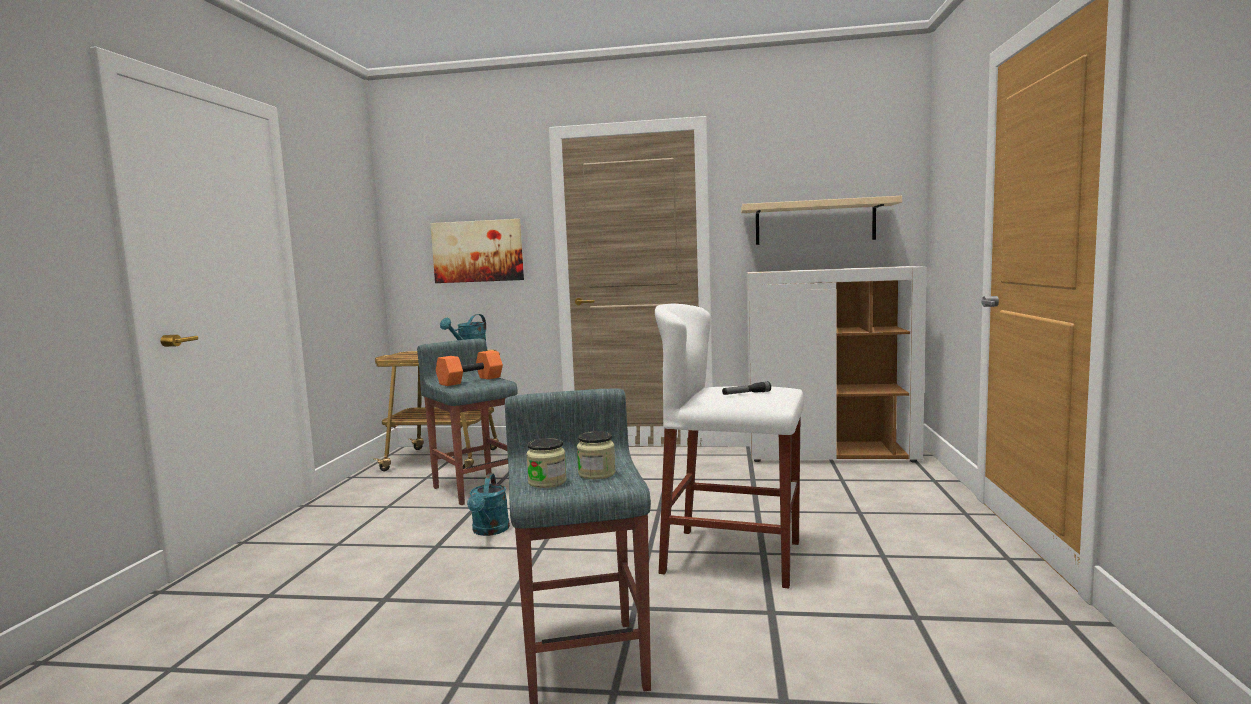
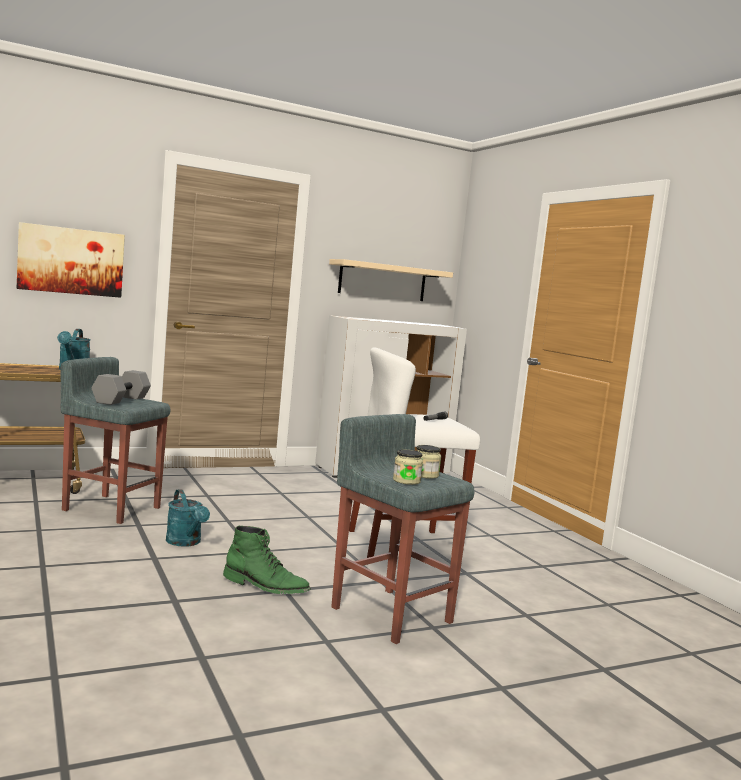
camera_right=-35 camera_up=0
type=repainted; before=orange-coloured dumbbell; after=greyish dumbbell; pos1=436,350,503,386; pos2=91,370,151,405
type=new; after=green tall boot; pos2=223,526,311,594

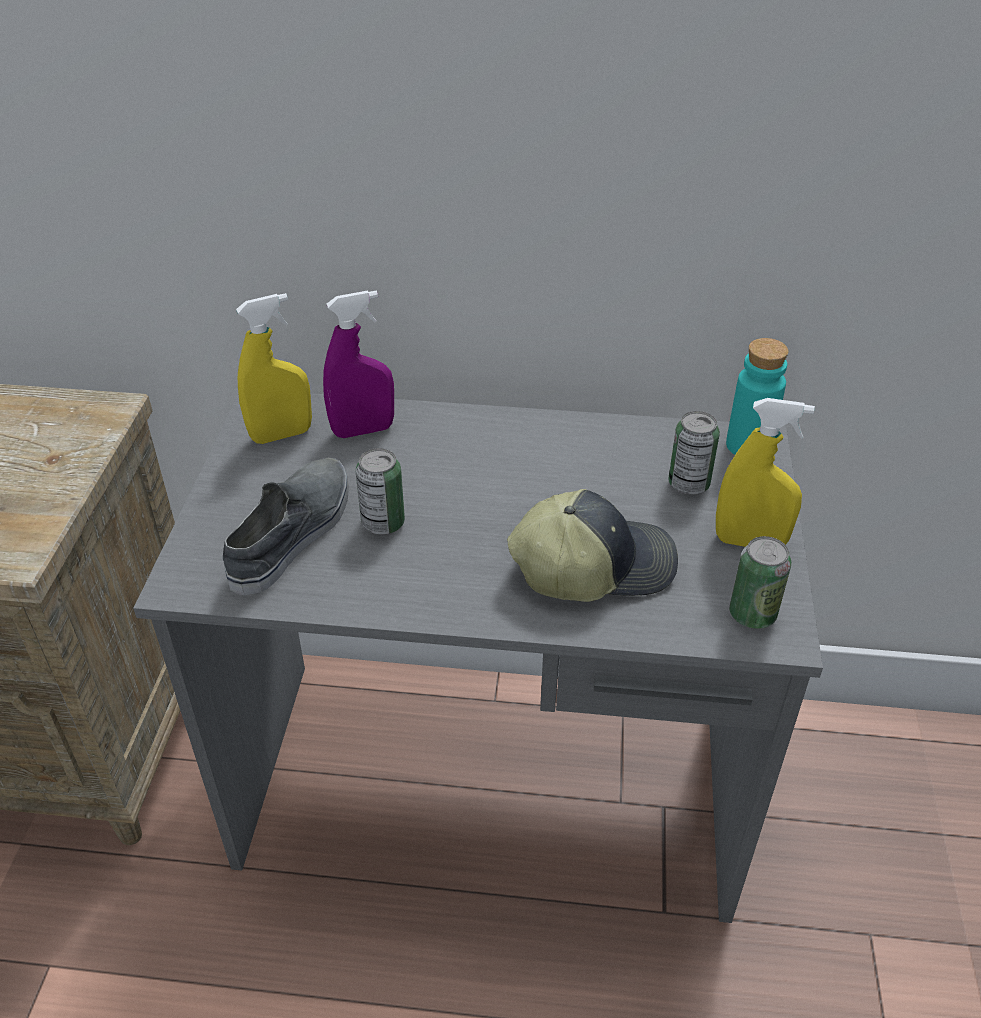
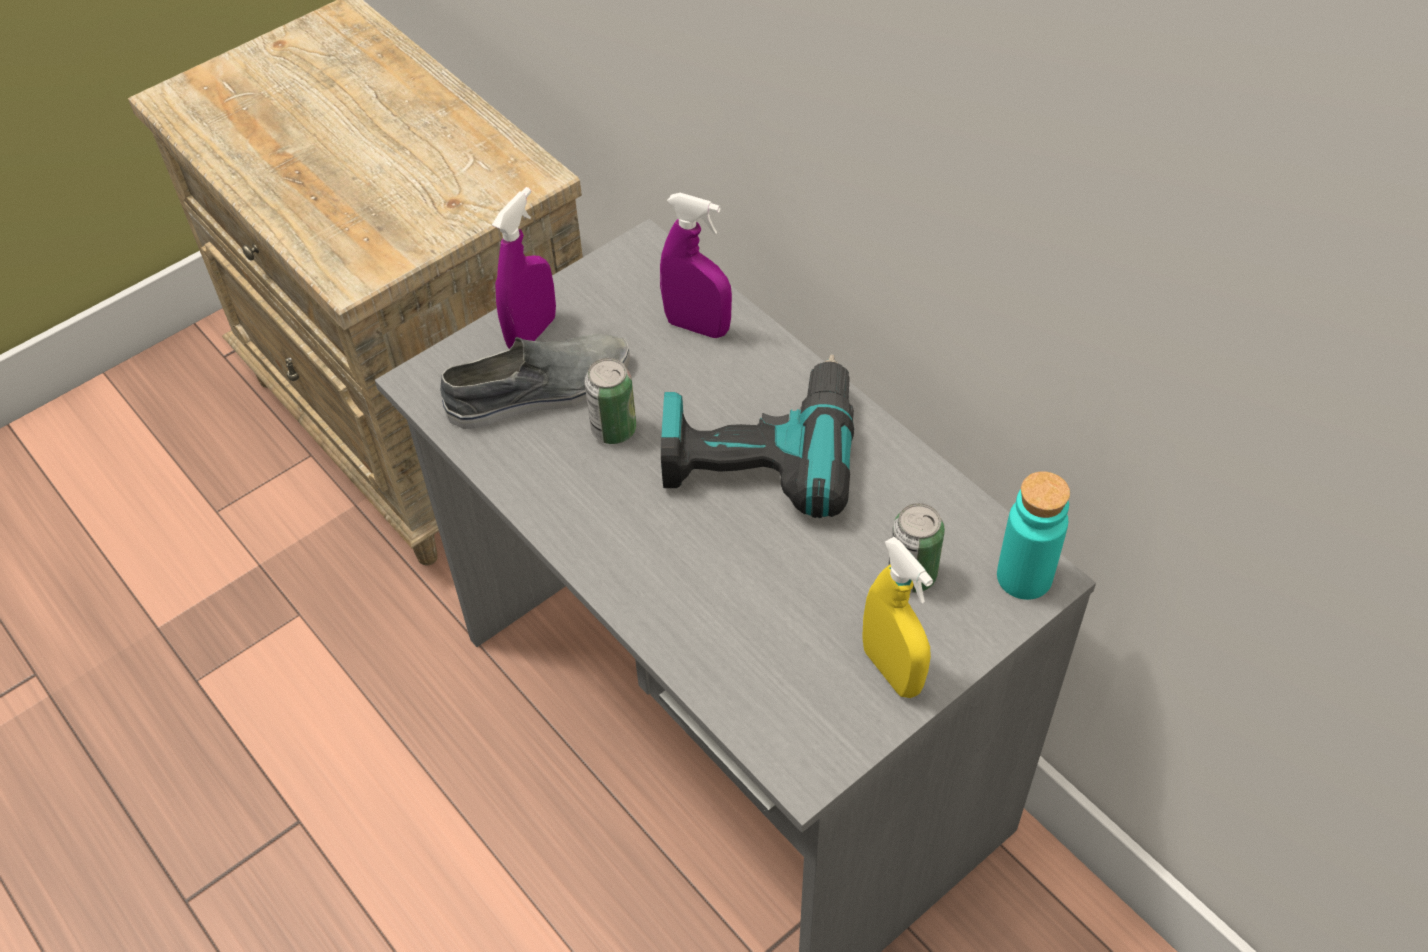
camera_right=45 camera_up=10
type=new; after=purplish spray bottle; pos2=492,187,556,349
type=new; after=electric drill; pos2=661,354,854,518
type=gone; before=yellowish spray bottle; pos1=236,293,312,444
type=gone; before=baseball cap; pos1=507,489,678,602
type=gone; before=can; pos1=729,536,791,629

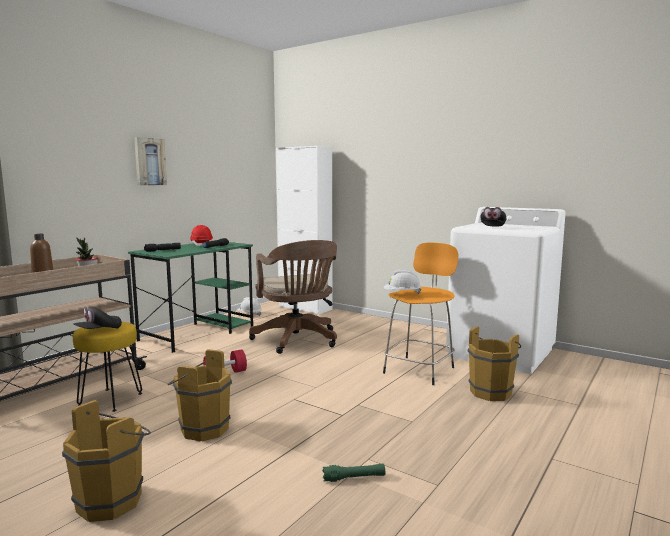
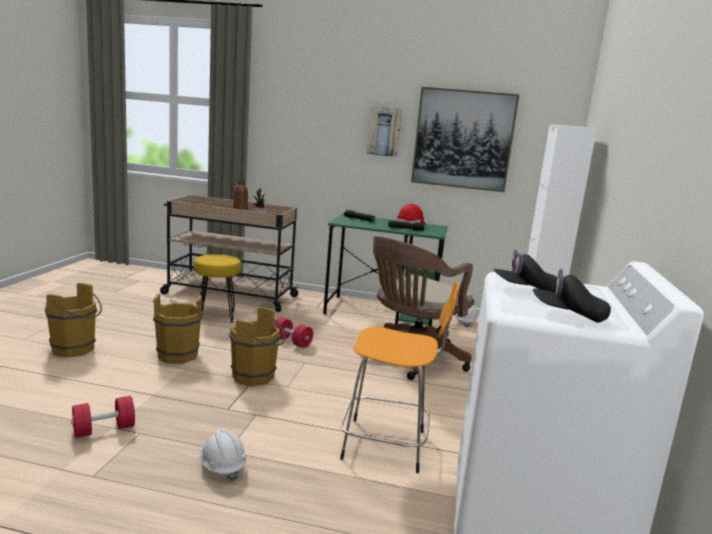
camera_right=65 camera_up=5
type=swapped; before=green torch; after=red dumbbell; pos1=322,464,385,482; pos2=71,396,135,438
type=shifted; before=white-coloured hard hat; pos1=384,269,421,294; pos2=199,428,247,482
type=shifted; before=brown bucket; pos1=468,326,521,401; pos2=229,307,285,386
type=new; after=picture; pos2=411,87,519,192
type=shifted; before=black baseball cap; pos1=73,307,122,329; pos2=533,269,611,323

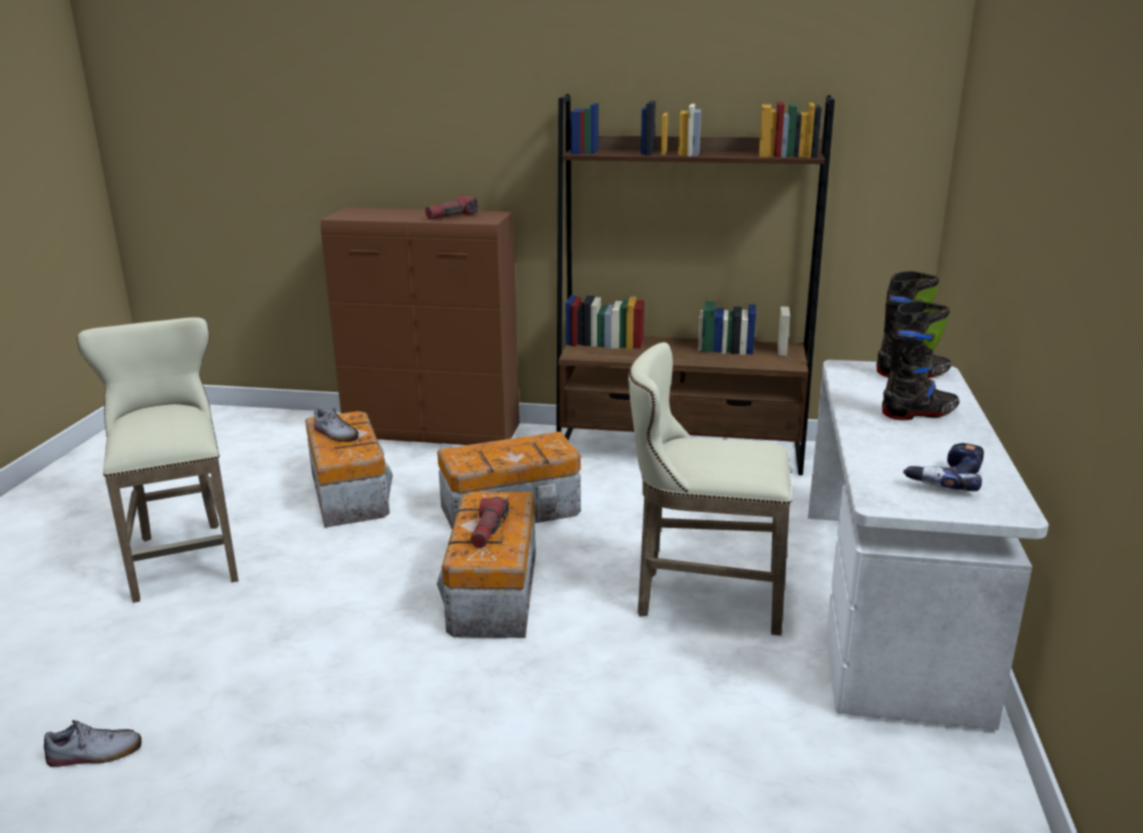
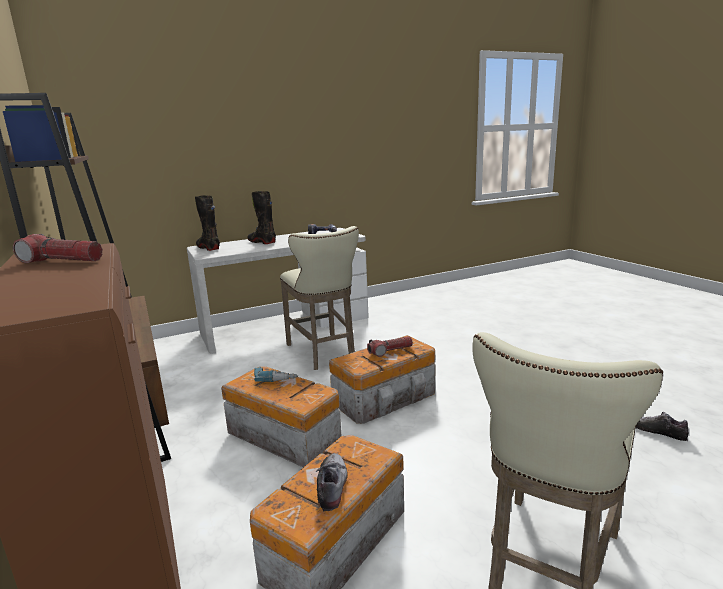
camera_right=-125 camera_up=-5
type=new; after=electric drill; pos2=254,366,298,382

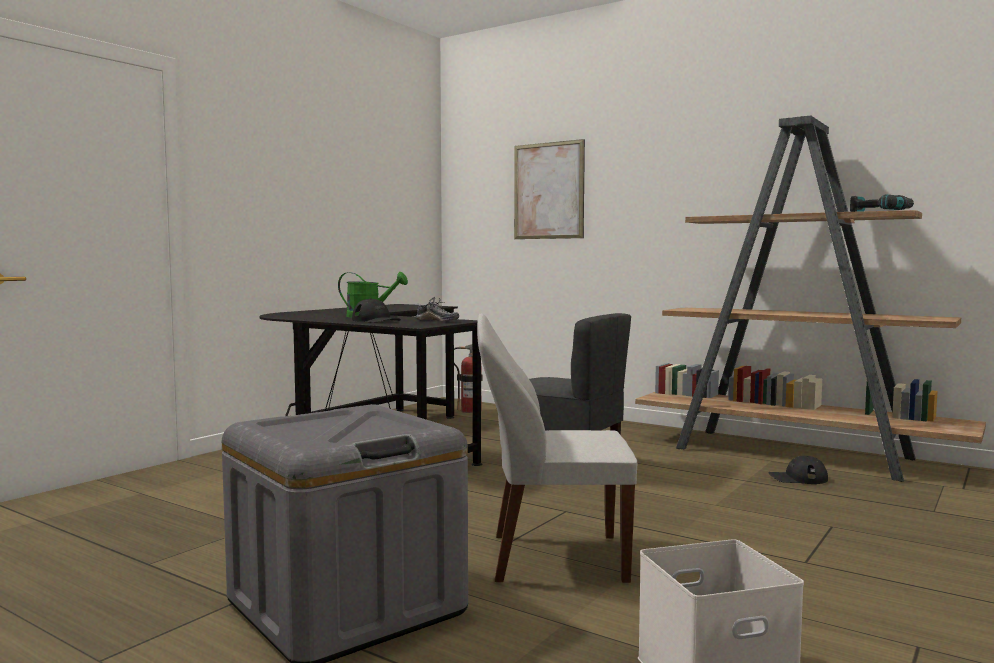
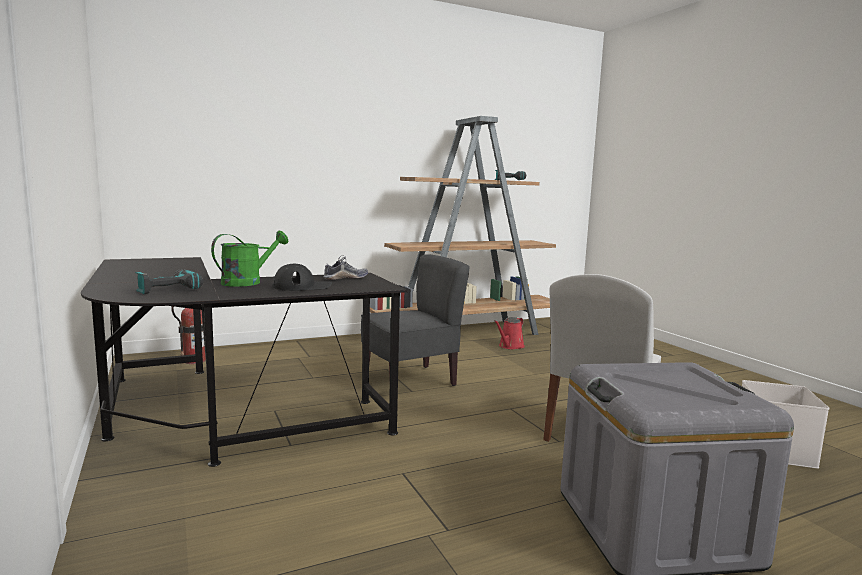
camera_right=-60 camera_up=5
type=new; after=electric drill; pos2=135,269,203,294
type=swapped; before=black baseball cap; after=red sprinkling can; pos1=768,456,828,484; pos2=494,317,525,349
type=gone; before=picture; pos1=514,139,585,239

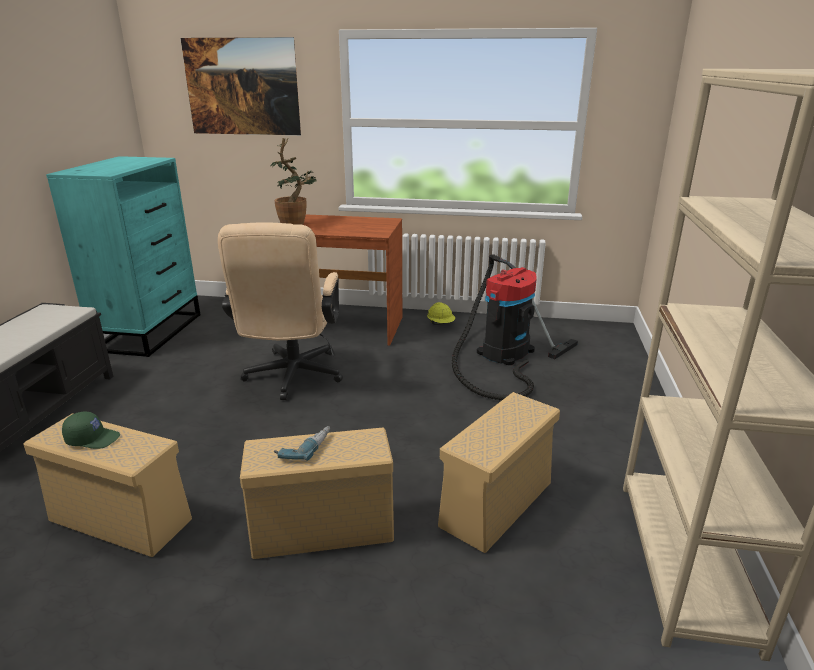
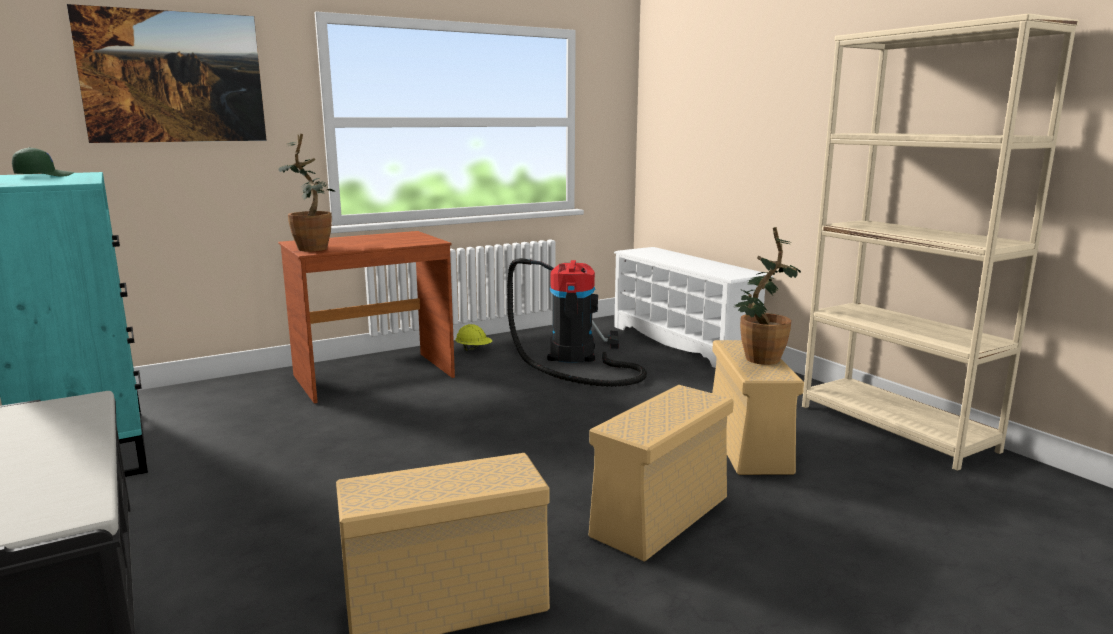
camera_right=-40 camera_up=-10
type=shifted; before=green baseball cap; pos1=62,412,120,449; pos2=12,147,74,176
type=new; after=white-coloured shoe shelf; pos2=614,247,773,368
type=new; after=potted plant; pos2=734,227,801,365
type=gone; before=beige-coloured desk chair; pos1=218,222,343,400
type=gone; before=electric drill; pos1=274,426,330,461

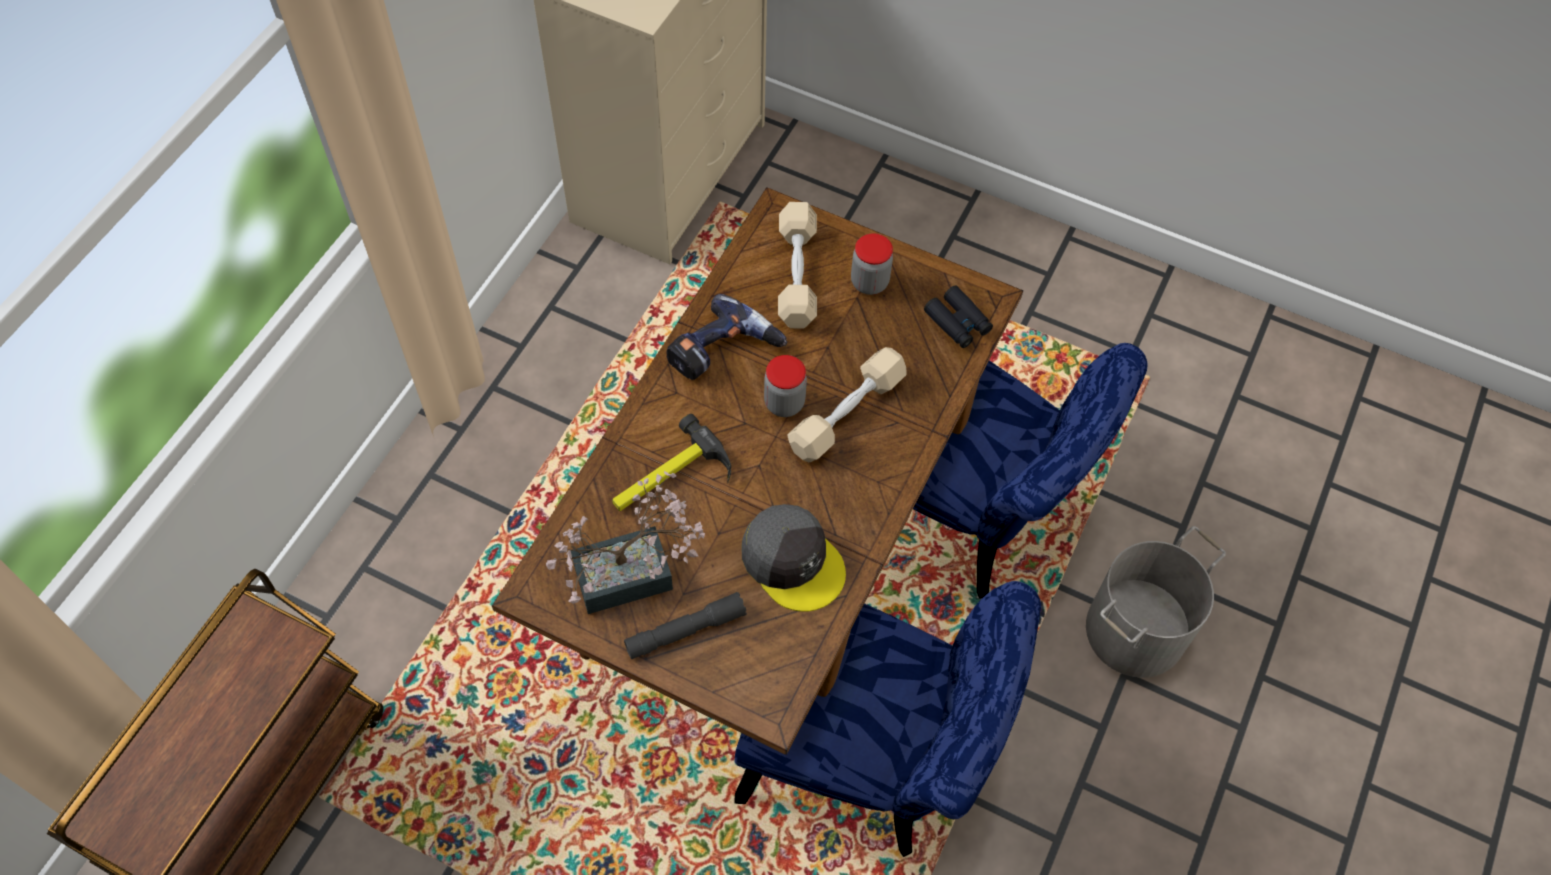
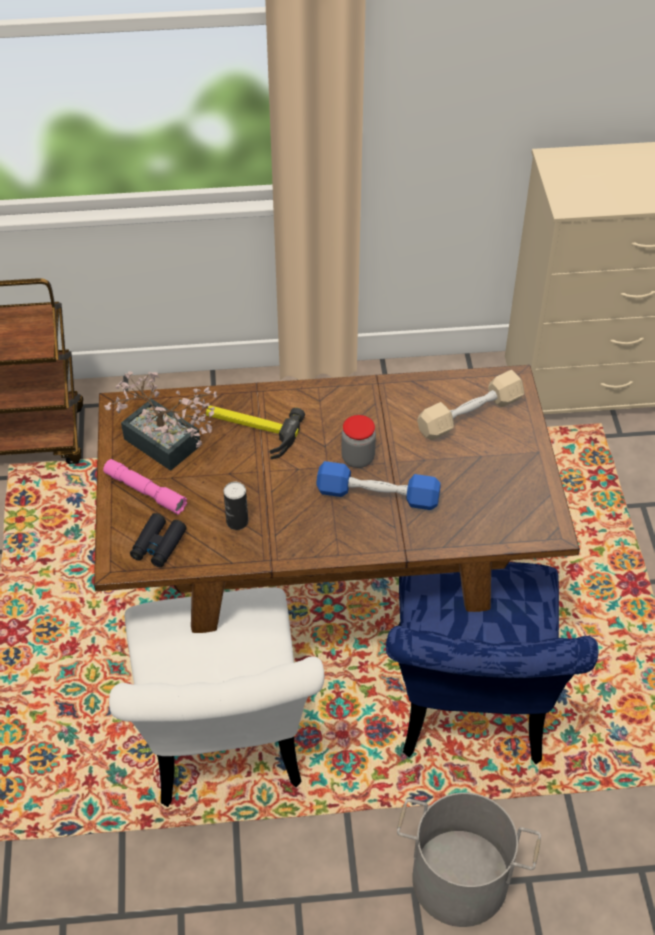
camera_right=60 camera_up=-10
type=repainted; before=greyish torch; after=pink torch; pos1=624,592,747,659; pos2=103,459,187,515
type=repainted; before=blue plain chair; after=white-coloured plain chair; pos1=734,581,1041,857; pos2=109,587,324,807
type=shifted; before=black binoculars; pos1=924,285,993,348; pos2=130,513,187,567
type=swapped; before=greyish baseball cap; after=can; pos1=742,504,846,612; pos2=223,482,248,530
type=repainted; before=beige-coloured dumbbell; after=blue dumbbell; pos1=787,347,906,463; pos2=316,461,441,510
type=gone; before=electric drill; pos1=666,294,787,380
type=gone; before=jar; pos1=851,233,893,295

